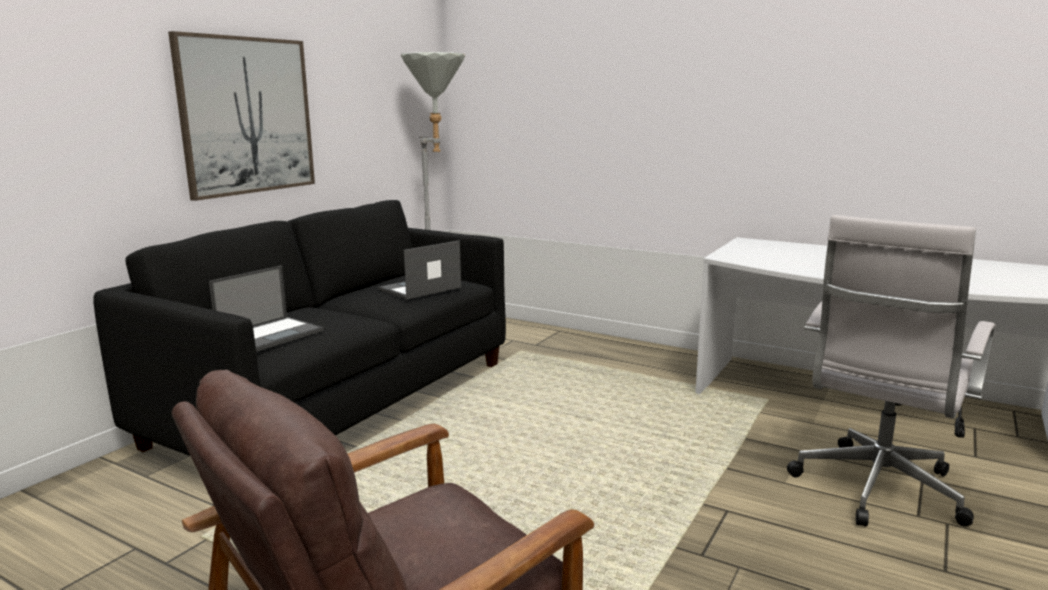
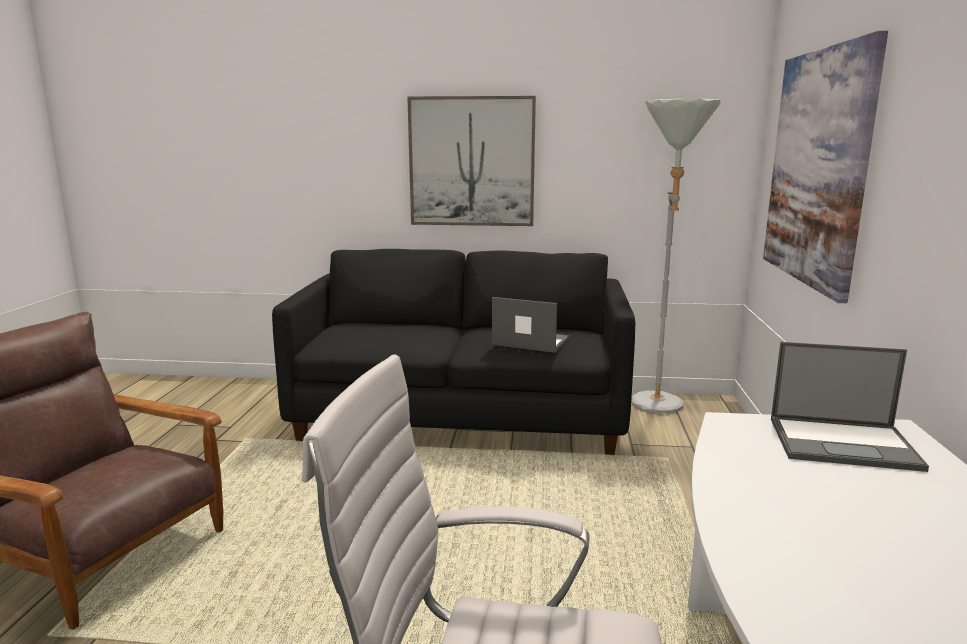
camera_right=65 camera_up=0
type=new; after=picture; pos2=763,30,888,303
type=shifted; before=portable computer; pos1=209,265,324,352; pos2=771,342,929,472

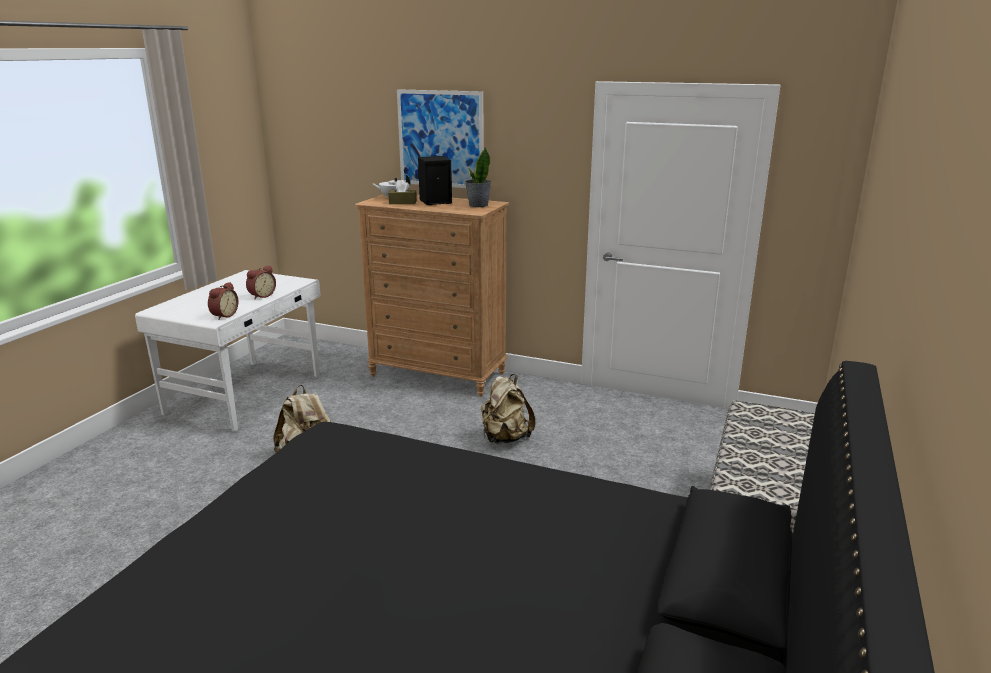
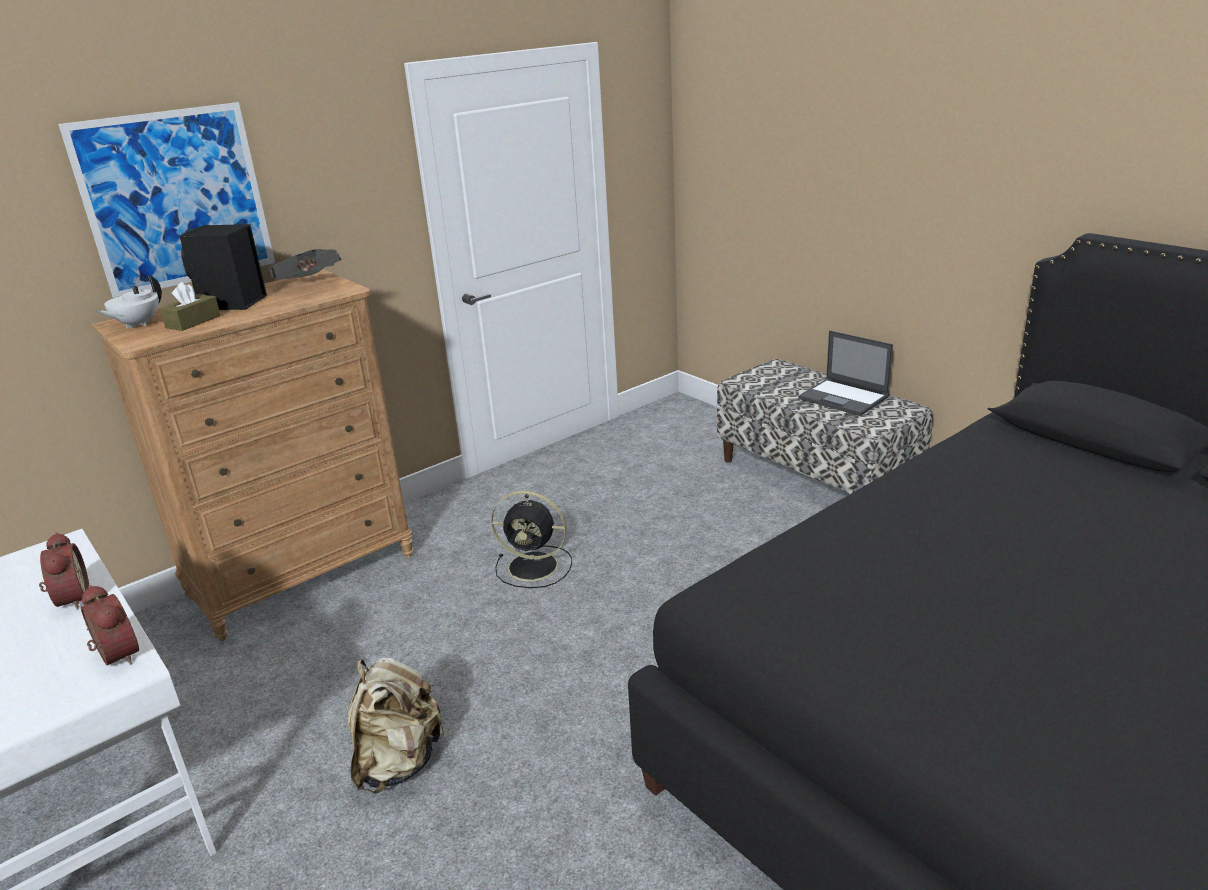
camera_right=-60 camera_up=5
type=swapped; before=potted plant; after=printed paper; pos1=465,147,491,207; pos2=268,249,342,280
type=swapped; before=beige-coloured backpack; after=black cooling fan; pos1=481,374,535,444; pos2=491,491,572,588
type=new; after=portable computer; pos2=798,330,893,416

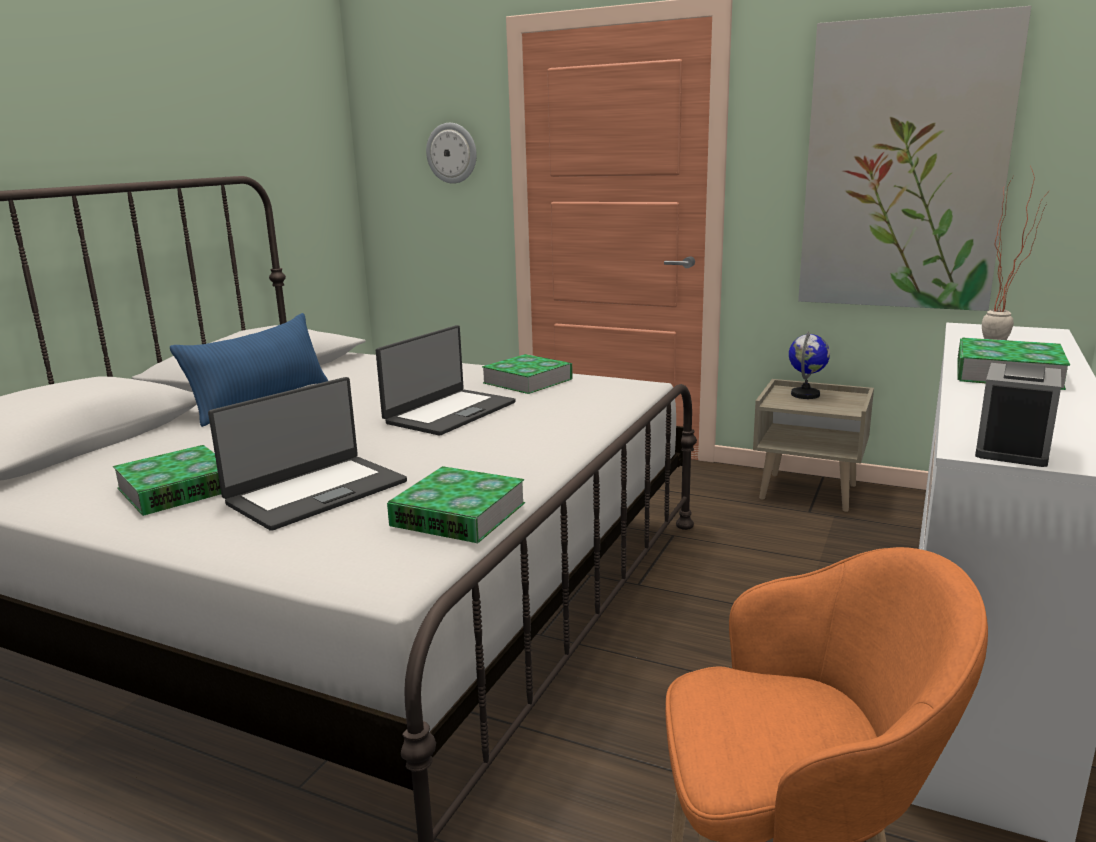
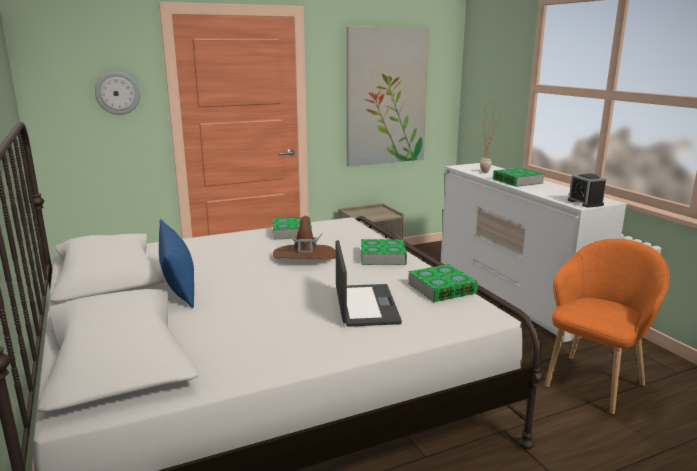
camera_right=-50 camera_up=0
type=swapped; before=portable computer; after=brown clothing hat; pos1=376,325,516,436; pos2=273,216,336,259
type=shifted; before=volume; pos1=113,445,221,516; pos2=361,239,407,265
type=gone; before=world globe; pos1=789,331,830,399

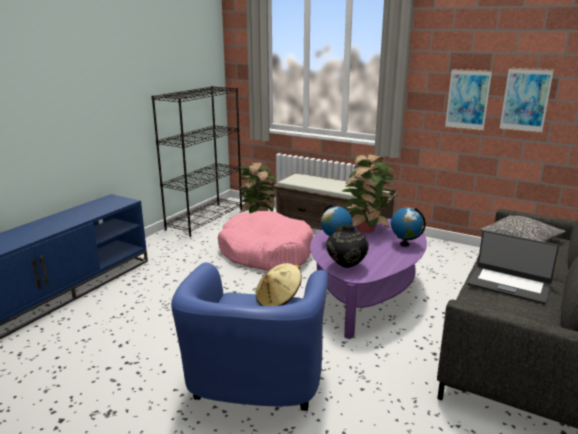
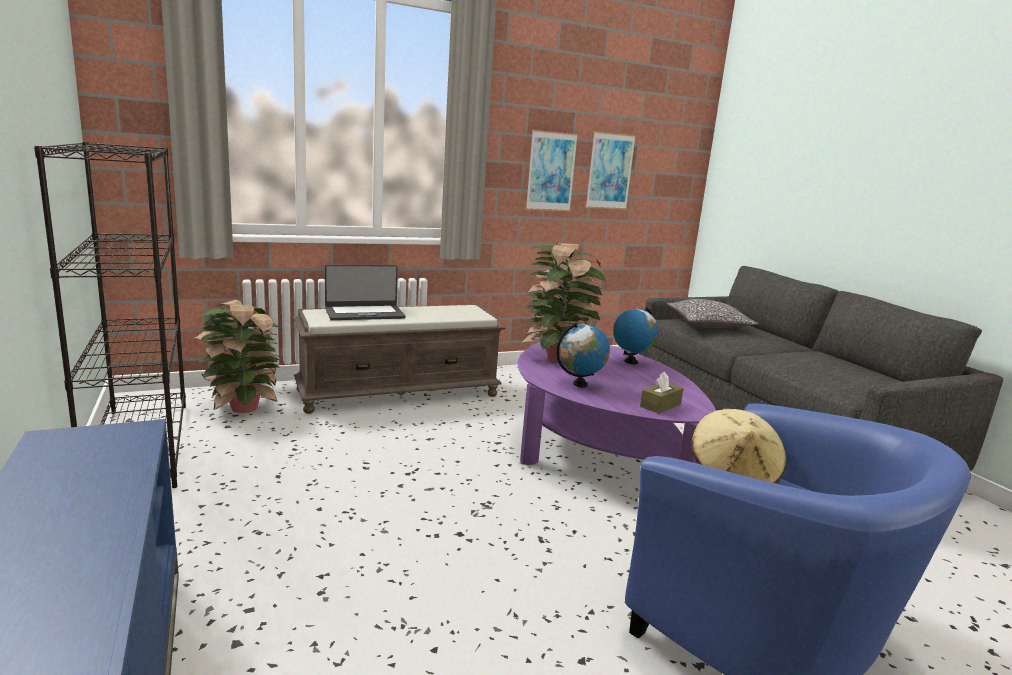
camera_right=-55 camera_up=-5
type=shifted; before=portable computer; pos1=468,230,559,304; pos2=325,264,406,320
type=swapped; before=black flower vase; after=brown tissue holder; pos1=326,225,369,268; pos2=640,371,683,414
type=gone; before=pink dog cushion; pos1=218,211,313,271

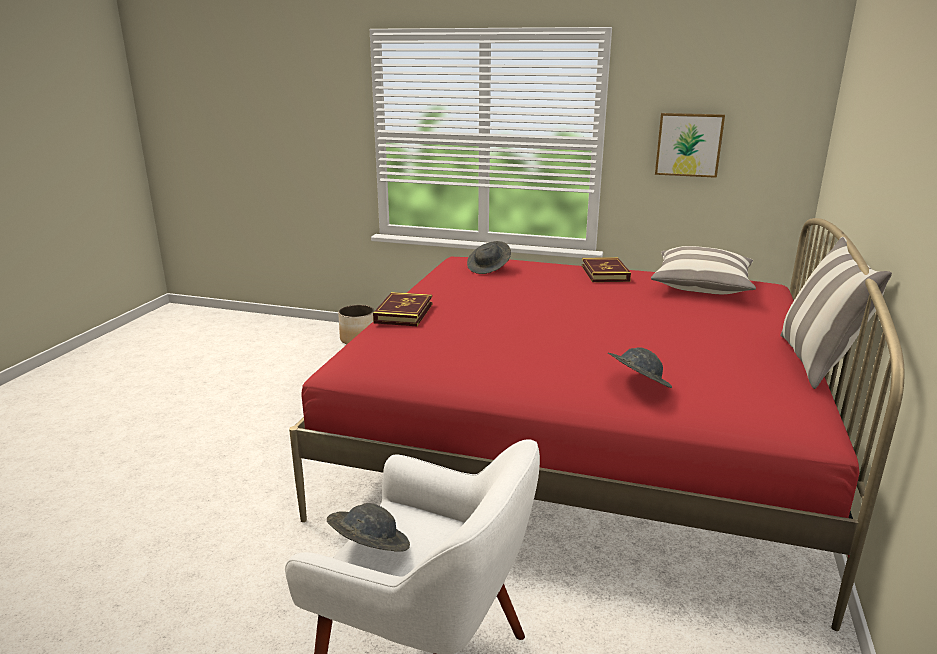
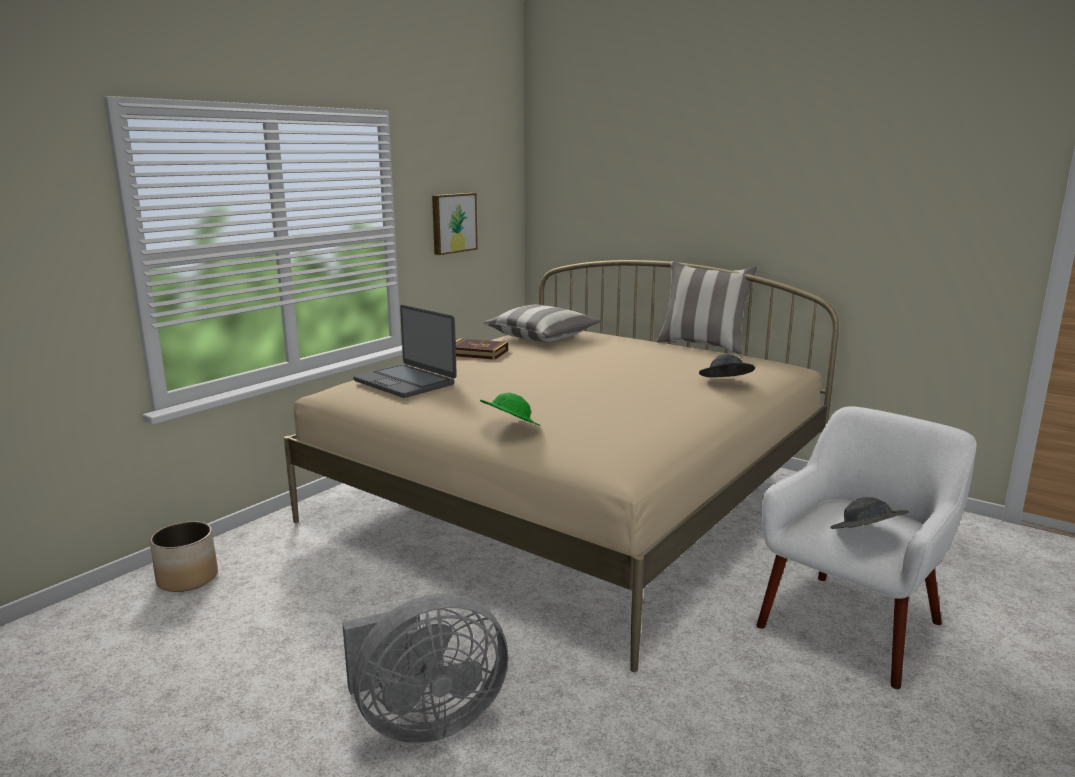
camera_right=-70 camera_up=-5
type=repainted; before=red sleeping bed; after=beige-coloured sleeping bed; pos1=289,218,904,631; pos2=284,260,839,672
type=new; after=greyish cooling fan; pos2=342,594,509,744
type=swapped; before=greyish clothing hat; after=portable computer; pos1=467,241,511,274; pos2=353,305,457,398
type=swapped; before=volume; after=green clothing hat; pos1=373,292,432,326; pos2=480,393,540,426

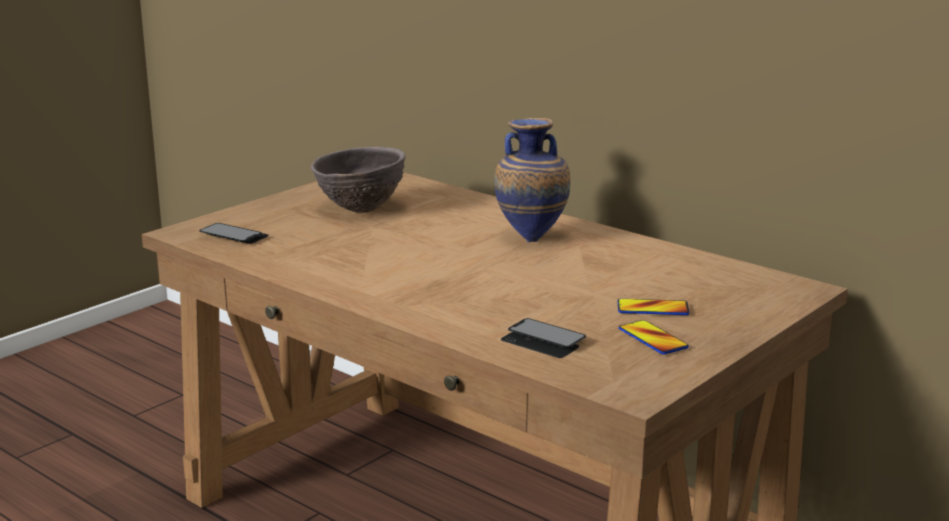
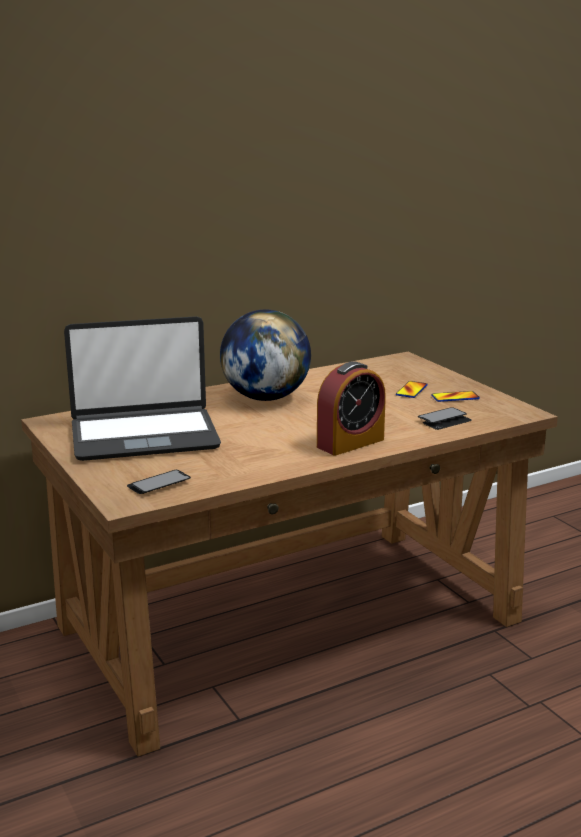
camera_right=-70 camera_up=0
type=swapped; before=brown bowl; after=portable computer; pos1=311,147,405,213; pos2=64,316,221,461
type=swapped; before=flower vase; after=world globe; pos1=494,118,570,242; pos2=220,309,311,401
type=new; after=bedside clock; pos2=317,361,386,456

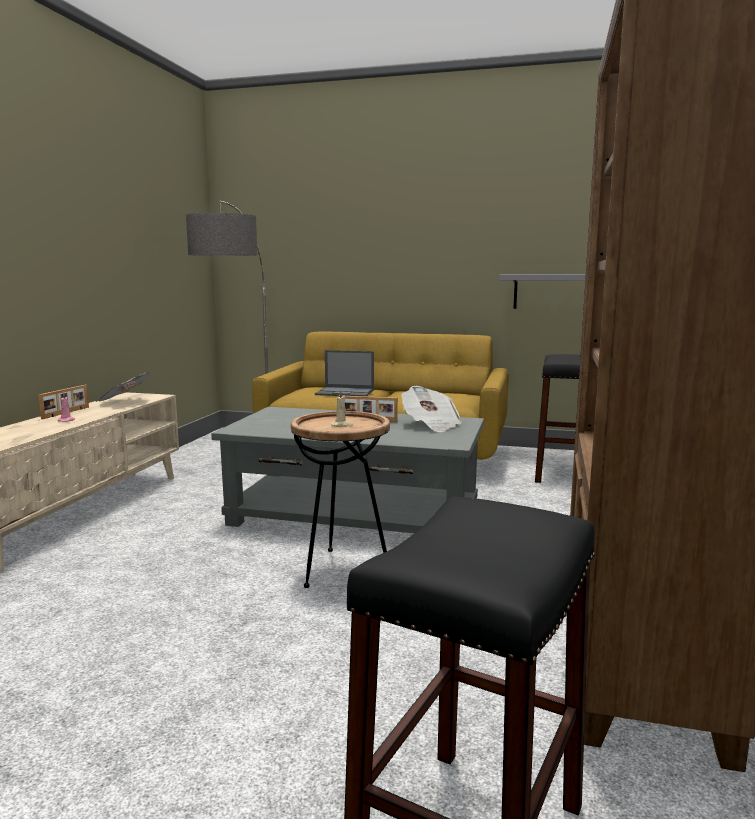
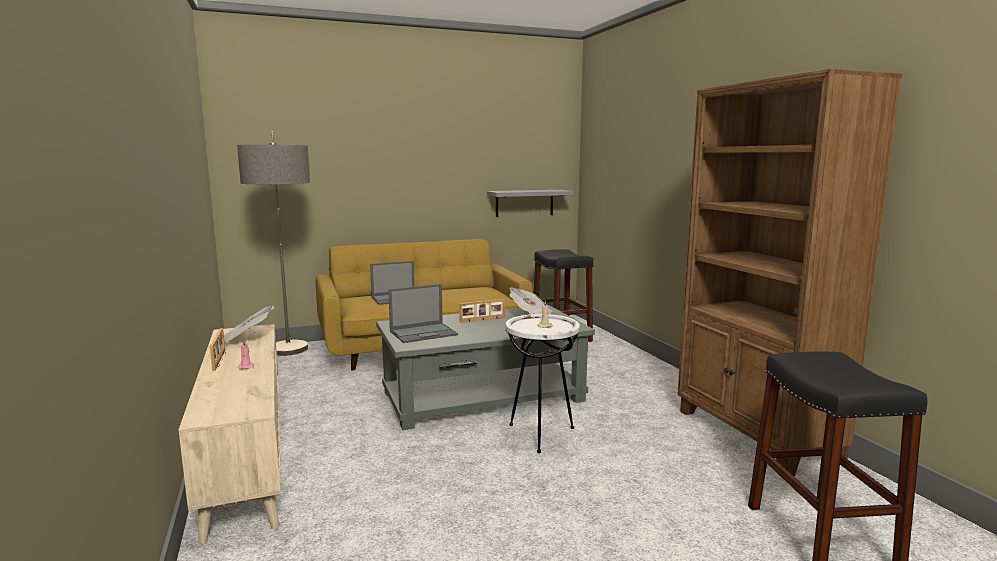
camera_right=-35 camera_up=0
type=new; after=portable computer; pos2=388,284,458,343
type=repainted; before=brown end table; after=white-coloured end table; pos1=291,411,390,588; pos2=505,314,580,453

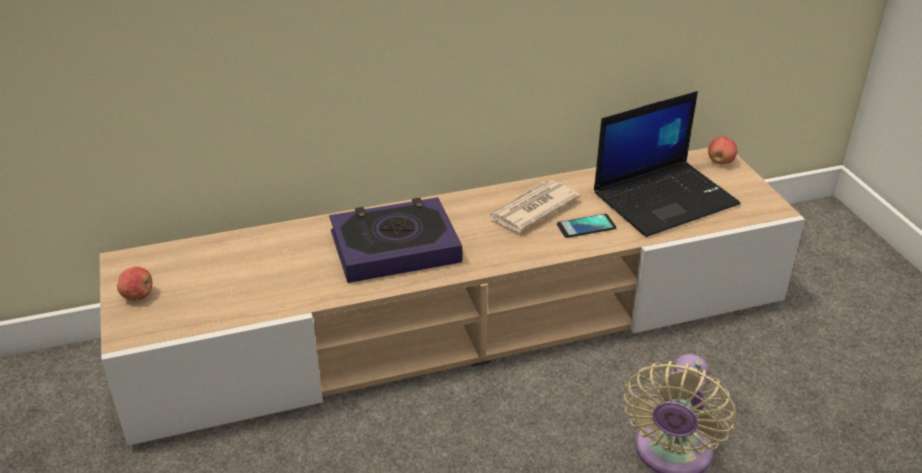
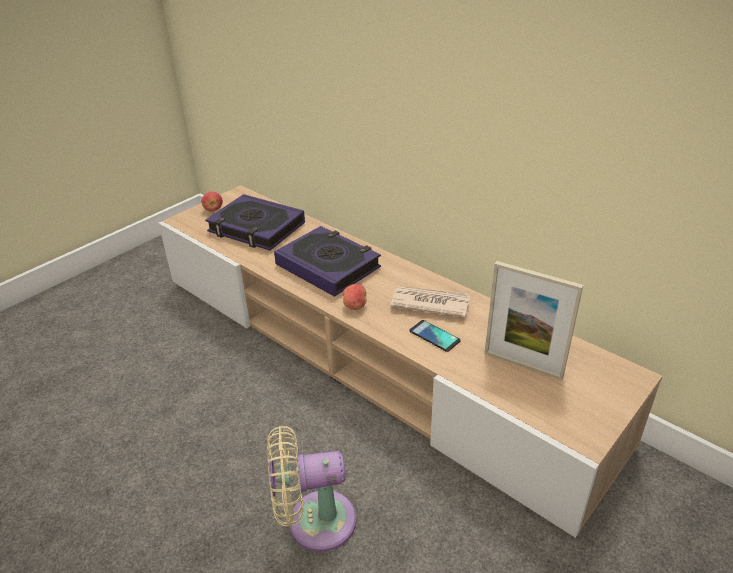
camera_right=60 camera_up=0
type=new; after=volume; pos2=205,194,305,251
type=shifted; before=whole apple; pos1=708,136,737,164; pos2=343,284,367,310
type=swapped; before=portable computer; after=photo frame; pos1=594,91,740,237; pos2=484,261,583,380

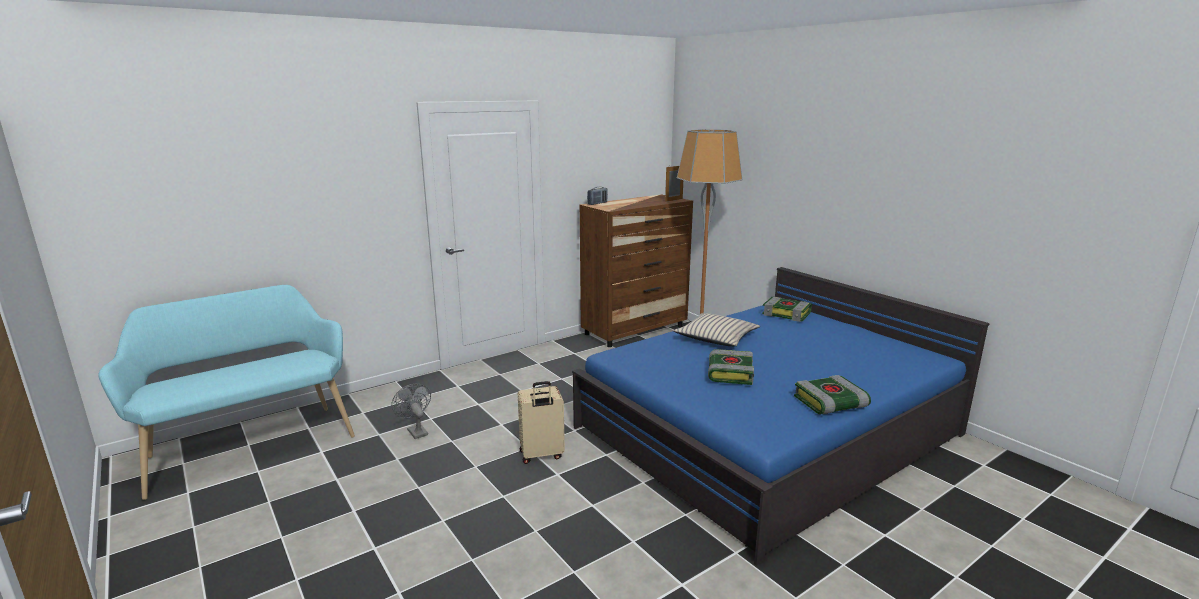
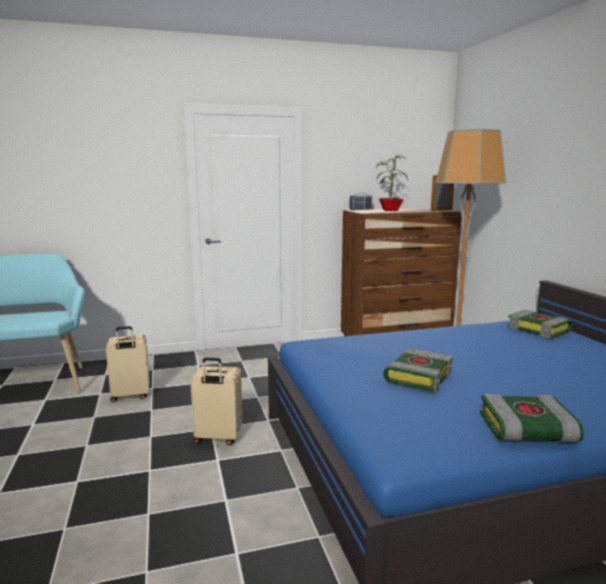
camera_right=20 camera_up=-5
type=swapped; before=greyish cooling fan; after=beige-coloured suitcase; pos1=391,384,431,439; pos2=106,326,150,402
type=new; after=potted plant; pos2=375,154,408,211
type=gone; before=beige-coloured pillow; pos1=673,313,760,347

